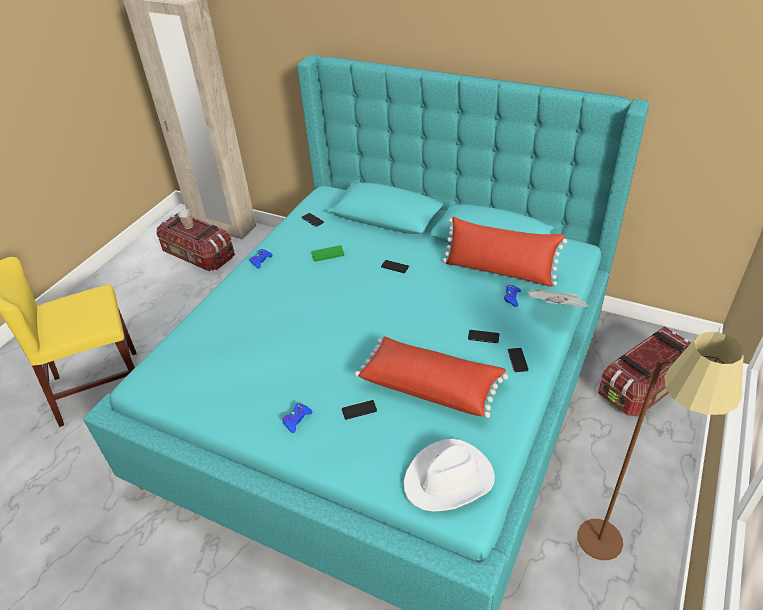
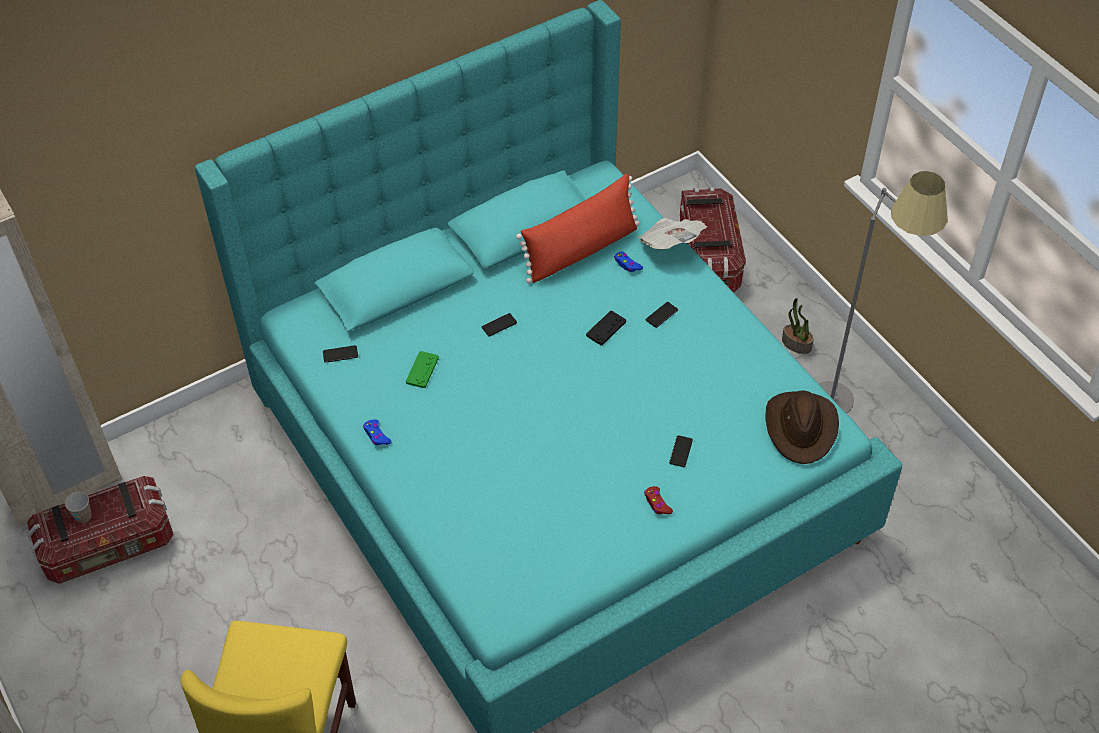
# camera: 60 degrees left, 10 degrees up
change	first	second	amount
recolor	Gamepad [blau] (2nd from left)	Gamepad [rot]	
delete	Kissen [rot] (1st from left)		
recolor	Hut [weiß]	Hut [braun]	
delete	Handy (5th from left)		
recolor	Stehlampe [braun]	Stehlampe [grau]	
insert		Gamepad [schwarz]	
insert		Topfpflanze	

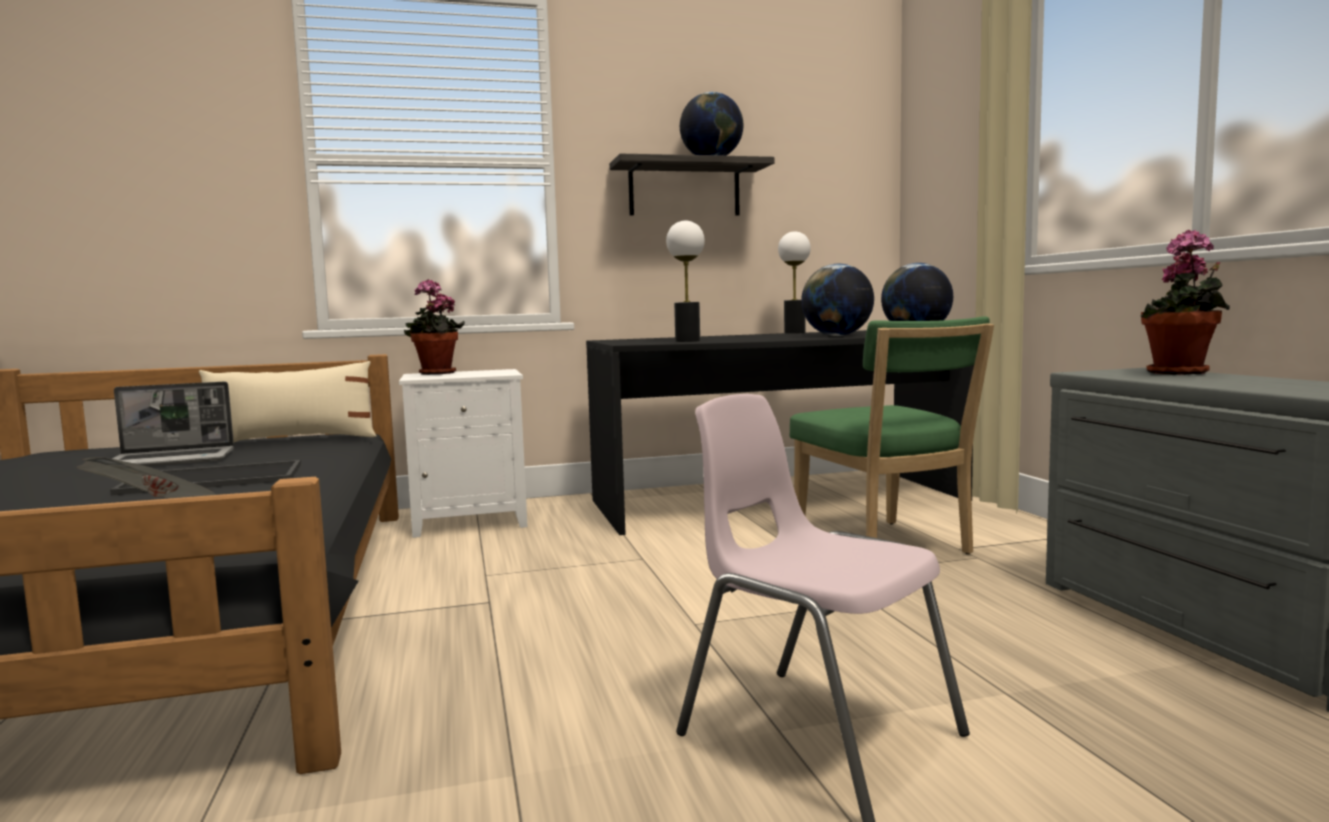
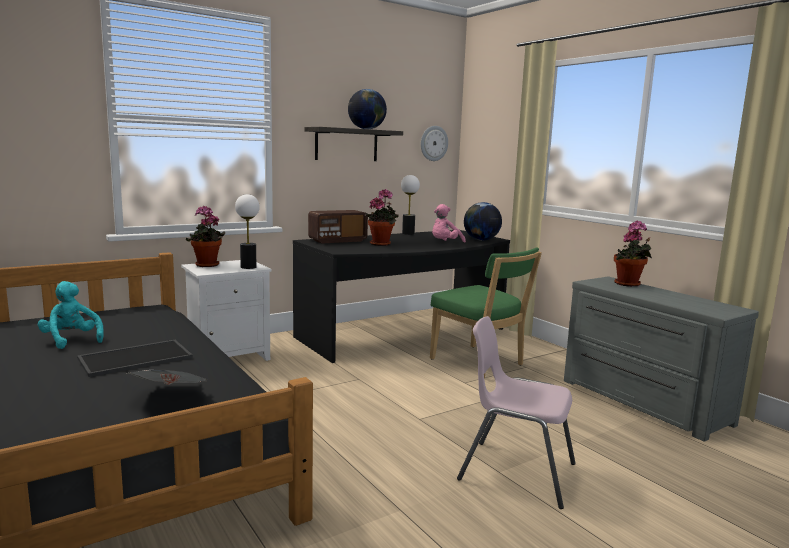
# camera: 20 degrees left, 5 degrees up
change	first	second	amount
replace	Laptop	Plüschtier [türkis]	
delete	Kissen [beige]		
move	Tischlampe (1st from left)		
replace	Globus (2nd from left)	Plüschtier [rosa]	
insert		Radio	
insert		Topfpflanze (2nd from left)	
insert		Wanduhr	

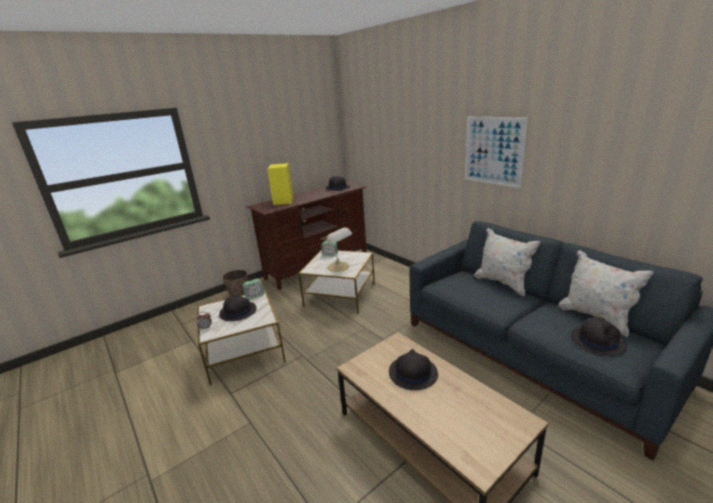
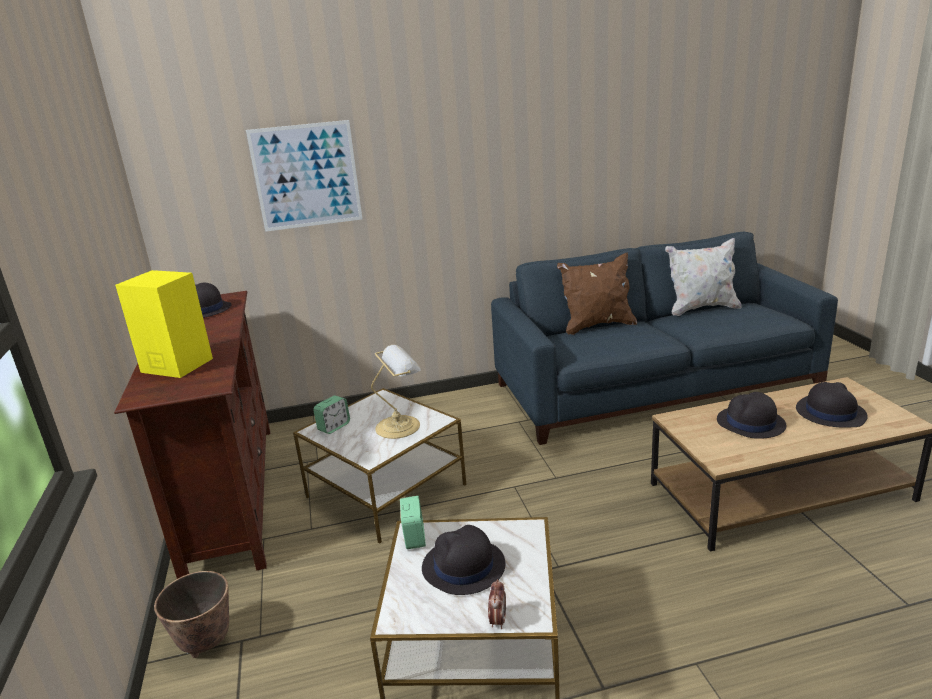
# camera: 65 degrees left, 0 degrees up
change	first	second	amount
move	Bild		
recolor	Kissen [weiß] (1st from left)	Kissen [braun]	
move	Hut [schwarz] (4th from left)		

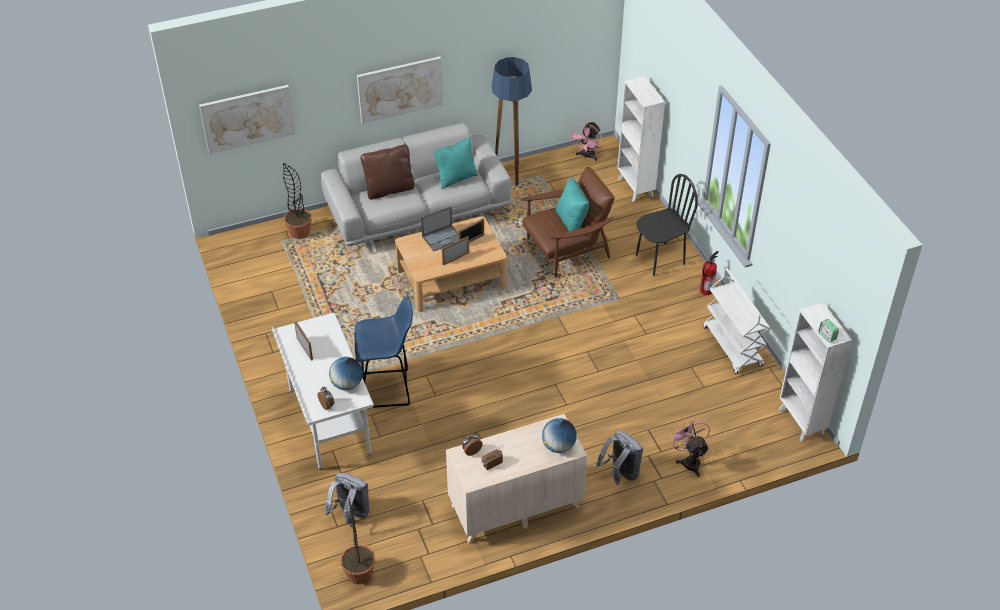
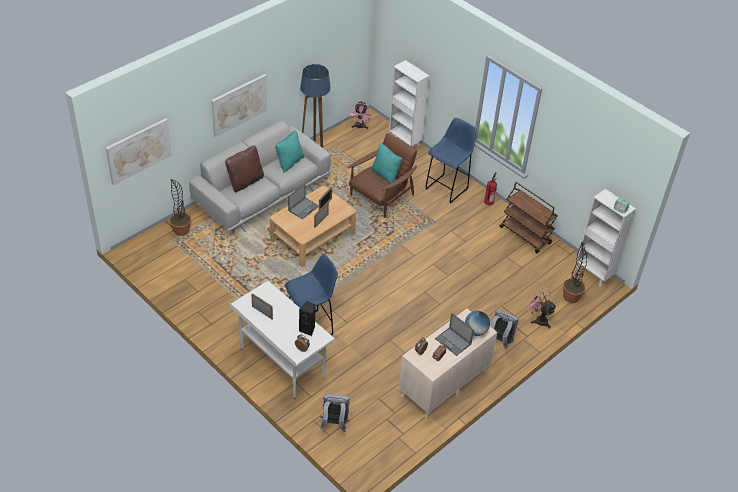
# camera: 25 degrees left, 0 degrees up
change	first	second	amount
replace	Globus (1st from left)	Lautsprecher [schwarz]	
move	Topfpflanze (2nd from left)		
replace	Stuhl [schwarz]	Hocker [blau] (2nd from left)	
recolor	Rollwagen [weiß]	Rollwagen [braun]	
insert		Laptop (2nd from left)	

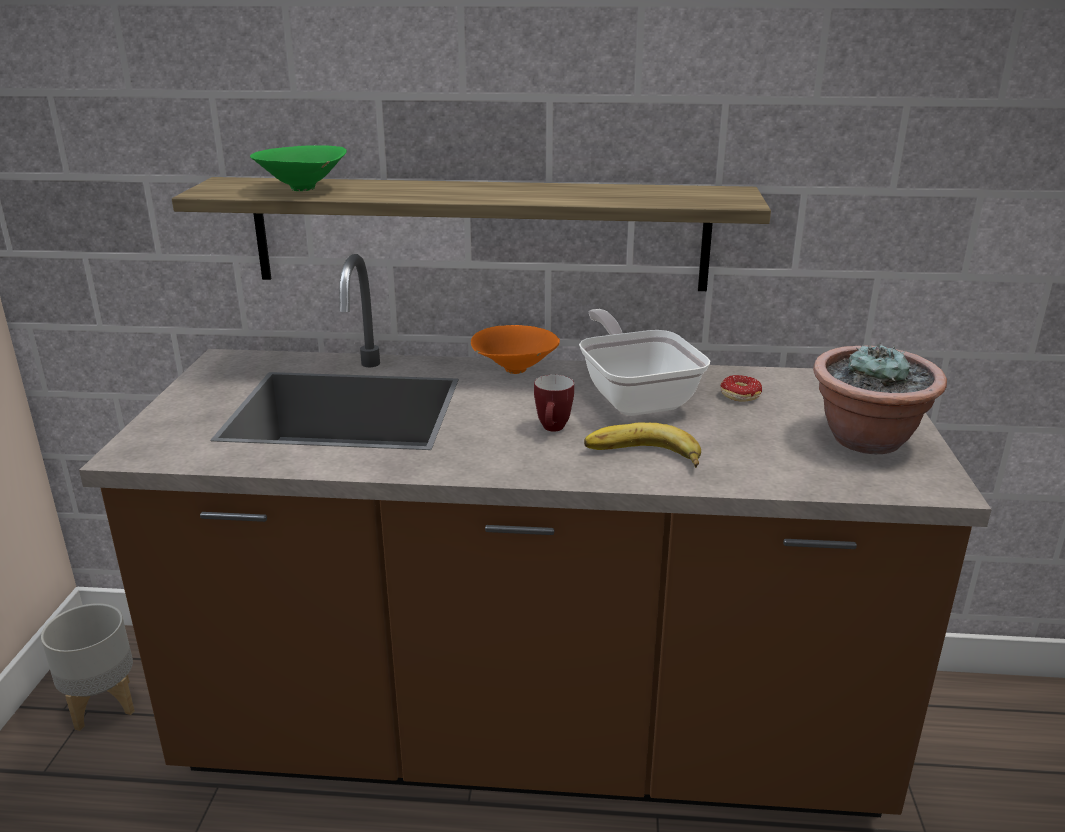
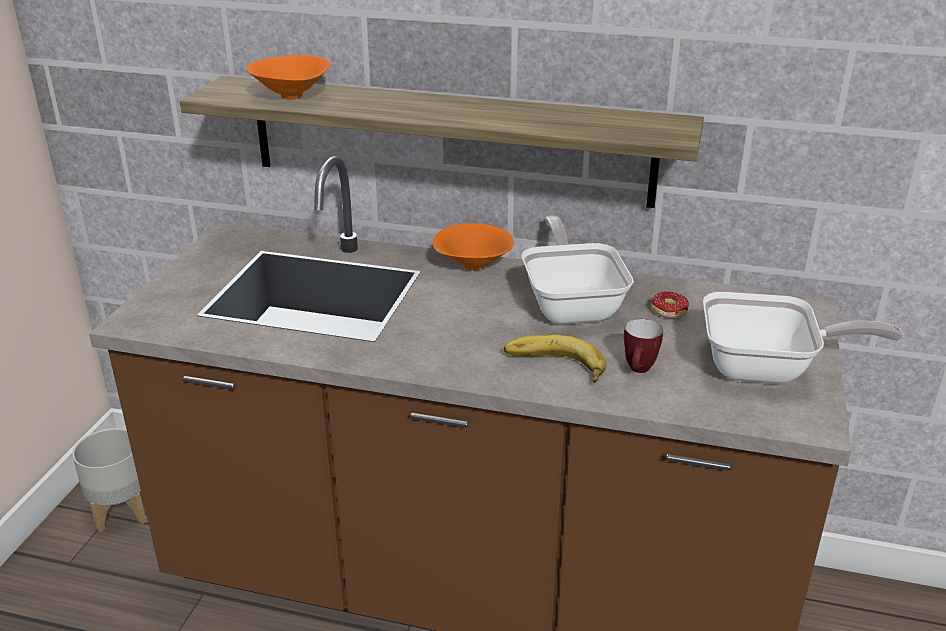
# camera: 10 degrees right, 5 degrees up
change	first	second	amount
recolor	Schüssel [grün]	Schüssel [orange] (1st from left)	
move	Henkelbecher		
replace	Topfpflanze	Pfanne (2nd from left)	

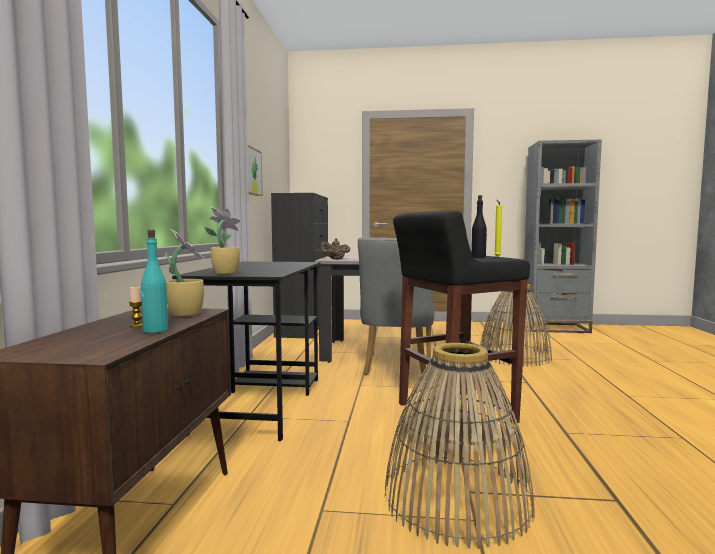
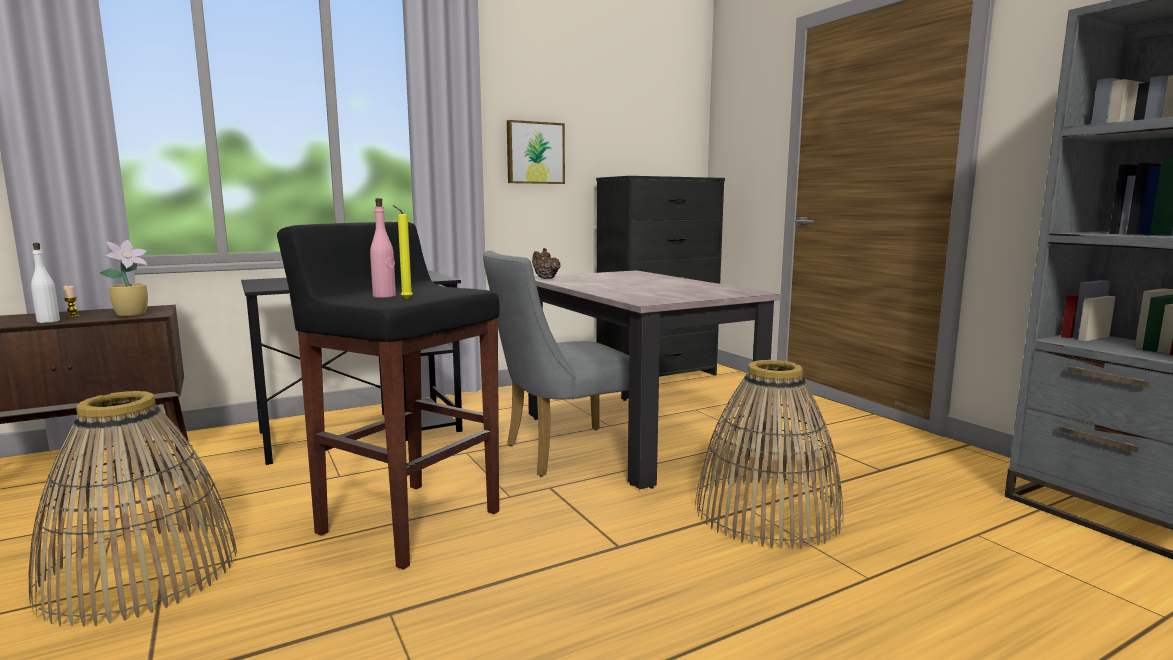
# camera: 55 degrees right, 5 degrees up
change	first	second	amount
recolor	Flasche [türkis]	Flasche [weiß]	
delete	Topfpflanze (2nd from left)		
recolor	Flasche [schwarz]	Flasche [rosa]	

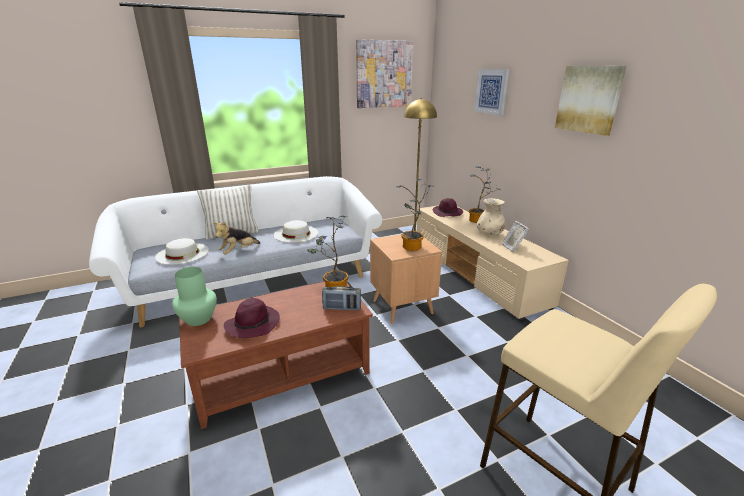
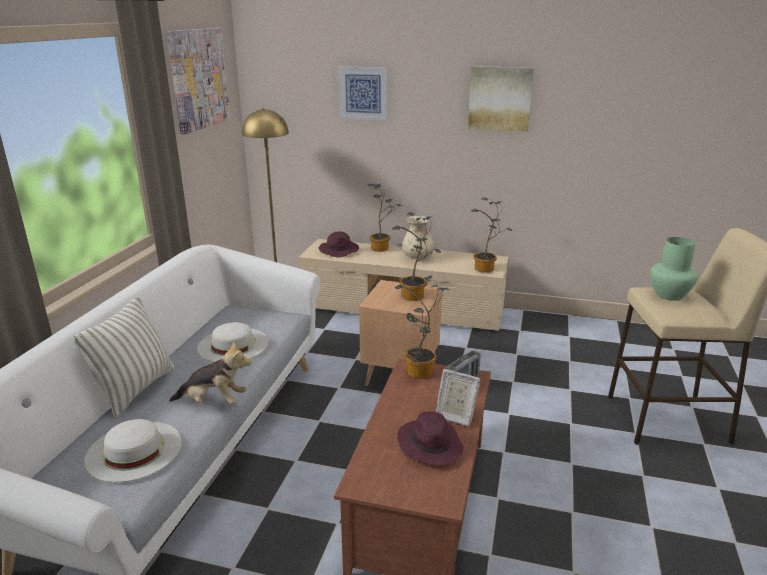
# camera: 50 degrees left, 0 degrees up
change	first	second	amount
move	Vase [grün]		
rotate	Plüschtier		75 degrees counterclockwise
move	Bilderrahmen		
insert		Topfpflanze (4th from left)	

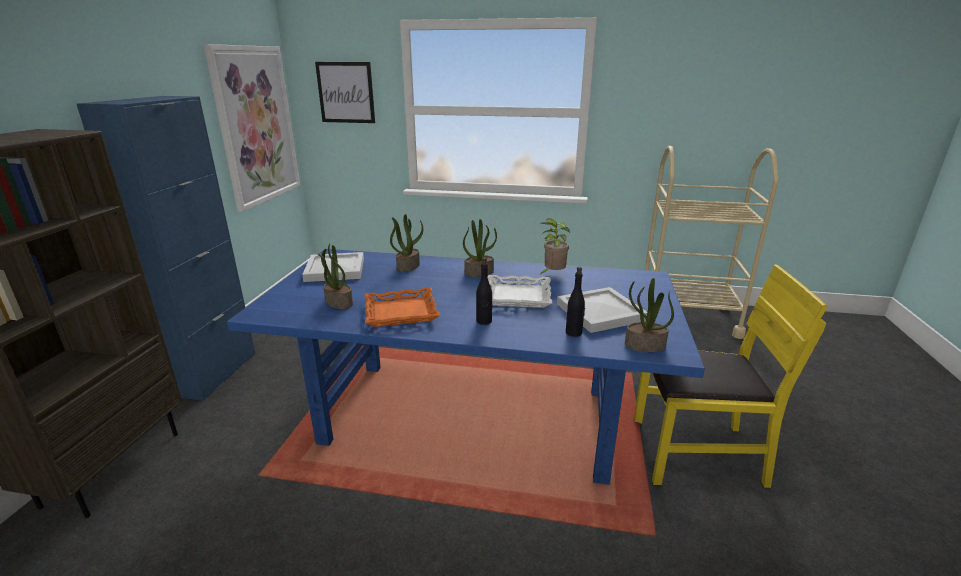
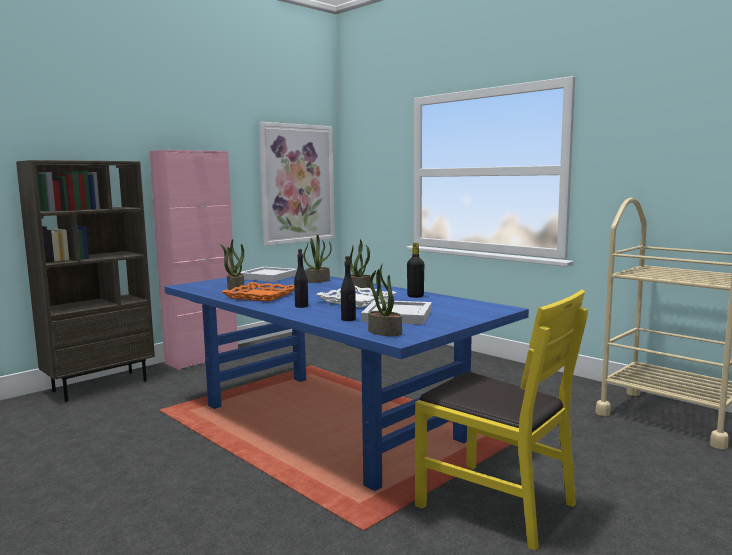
# camera: 35 degrees right, 15 degrees down
change	first	second	amount
recolor	Schrank [blau]	Schrank [rosa]	
delete	Bild (2nd from left)		
replace	Topfpflanze (4th from left)	Flasche [schwarz] (3rd from left)	

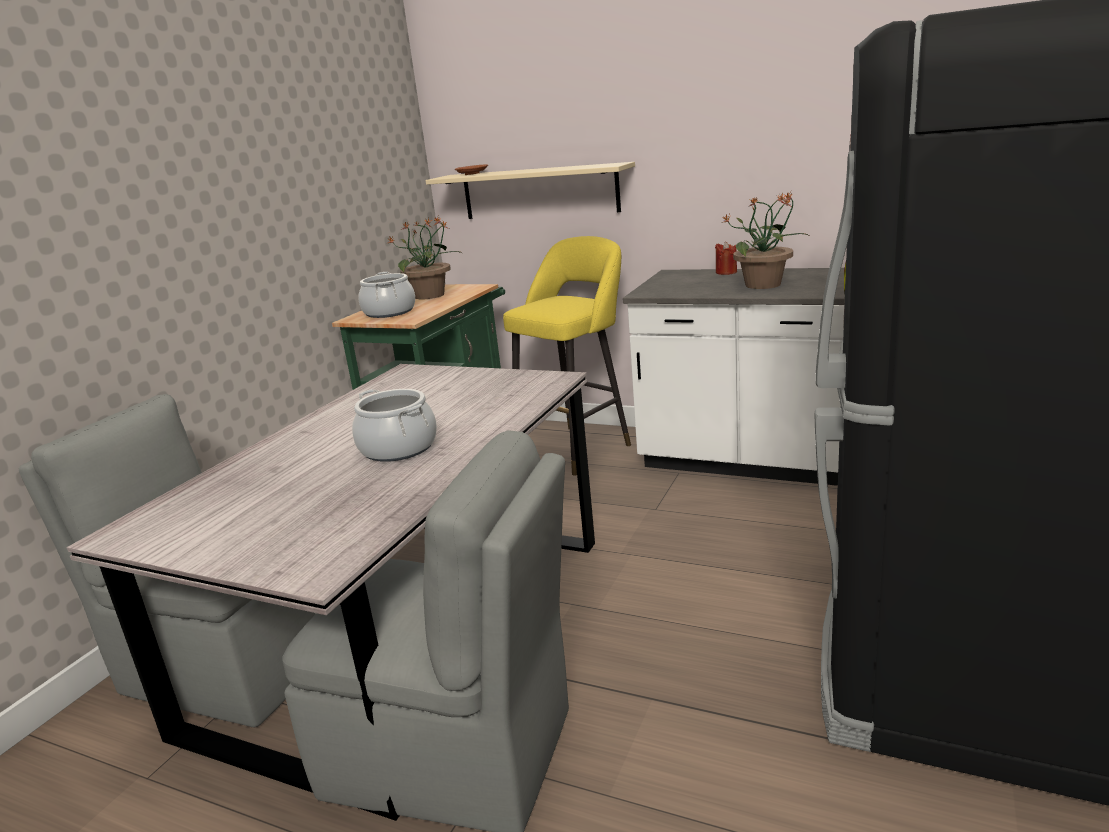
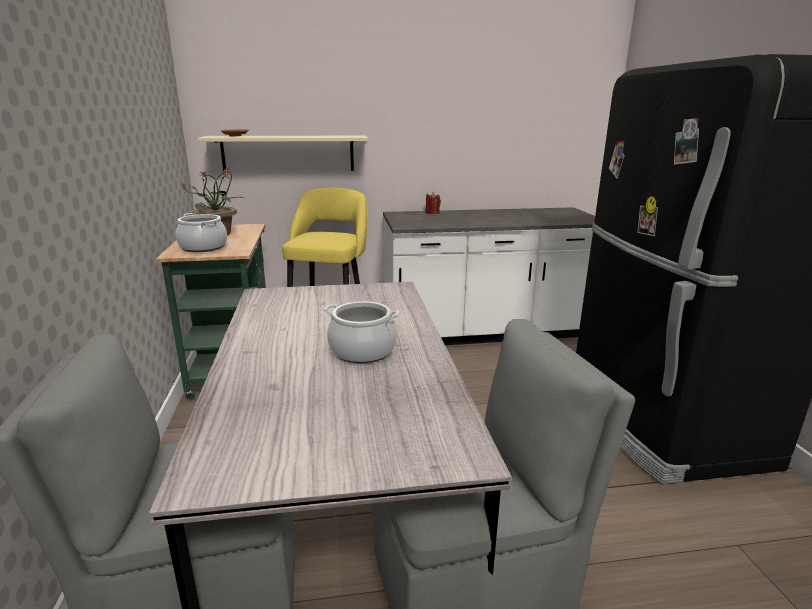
# camera: 35 degrees left, 0 degrees up
change	first	second	amount
delete	Topfpflanze (2nd from left)		

